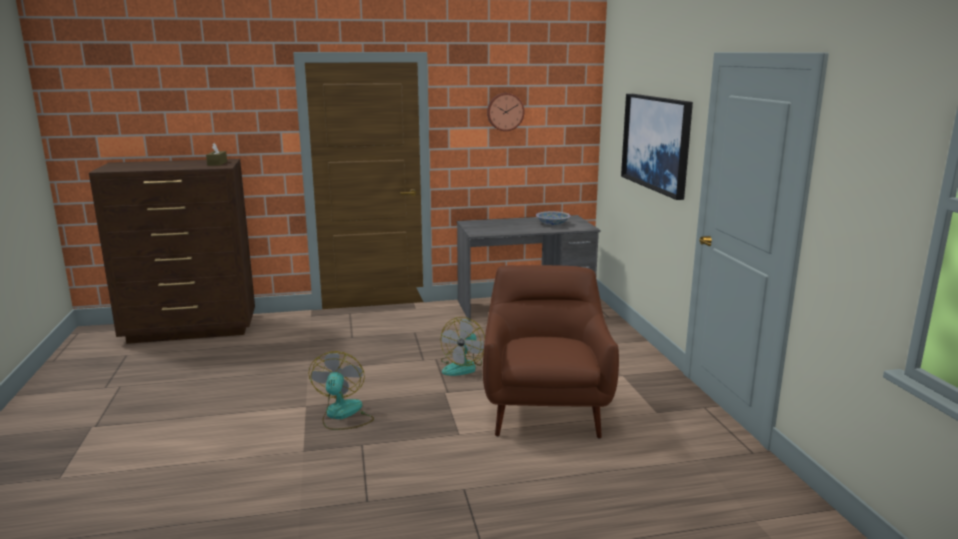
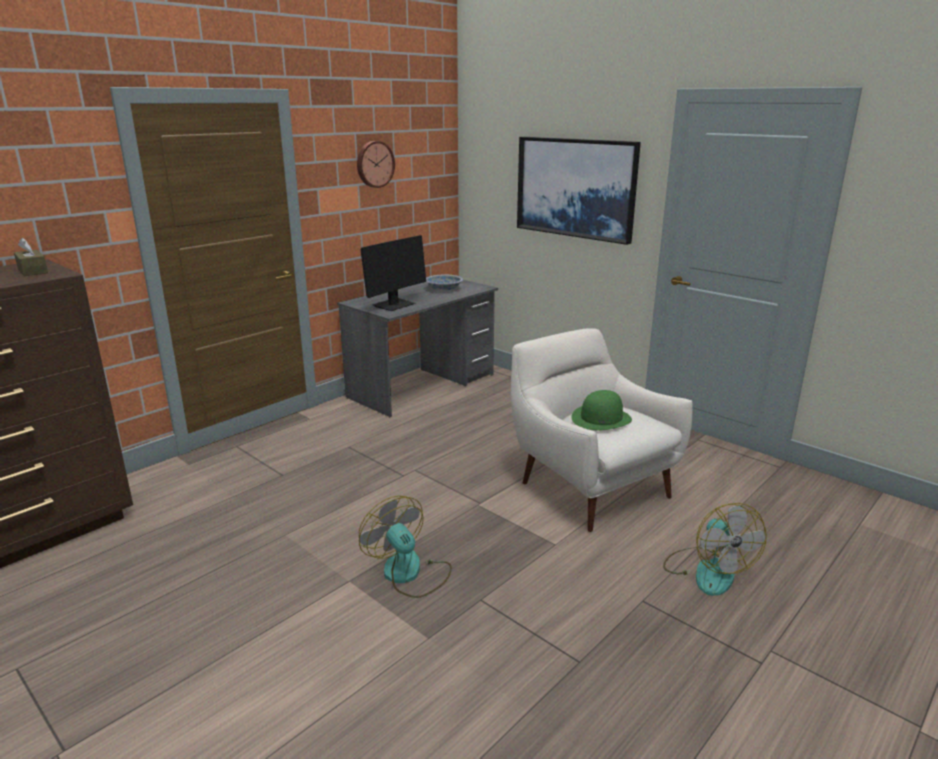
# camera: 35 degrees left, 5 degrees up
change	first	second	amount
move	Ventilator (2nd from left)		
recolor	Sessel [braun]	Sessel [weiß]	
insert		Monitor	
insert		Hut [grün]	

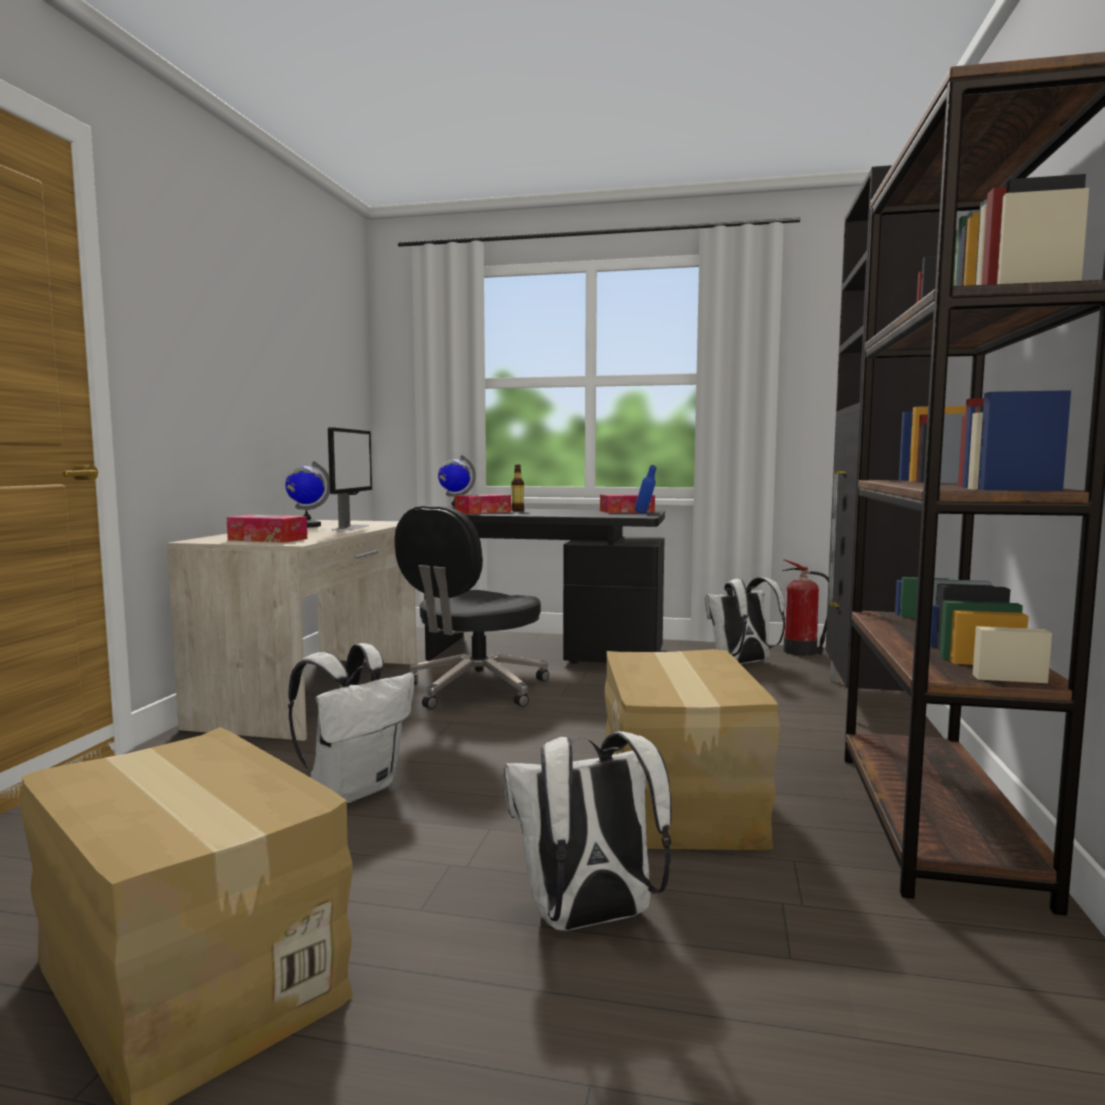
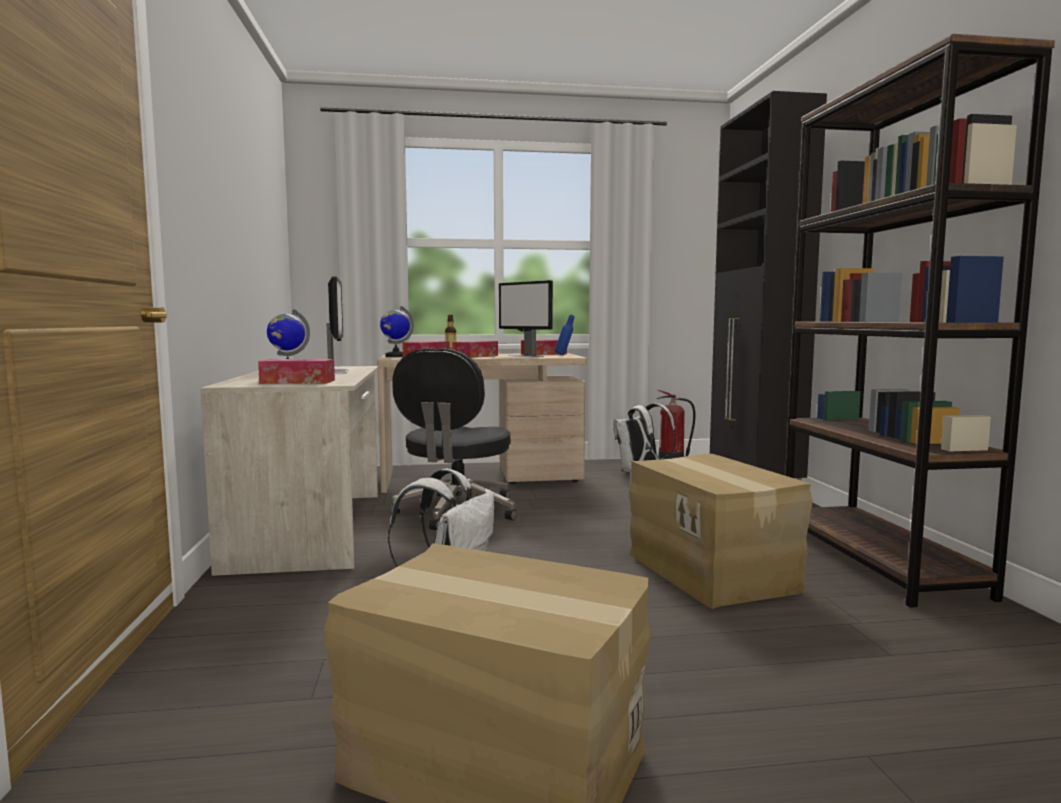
# camera: 20 degrees left, 0 degrees up
change	first	second	amount
recolor	Schreibtisch [schwarz]	Schreibtisch [beige] (2nd from left)	
delete	Rucksack [weiß] (2nd from left)		
insert		Taschentuchbox (3rd from left)	
insert		Monitor (2nd from left)	

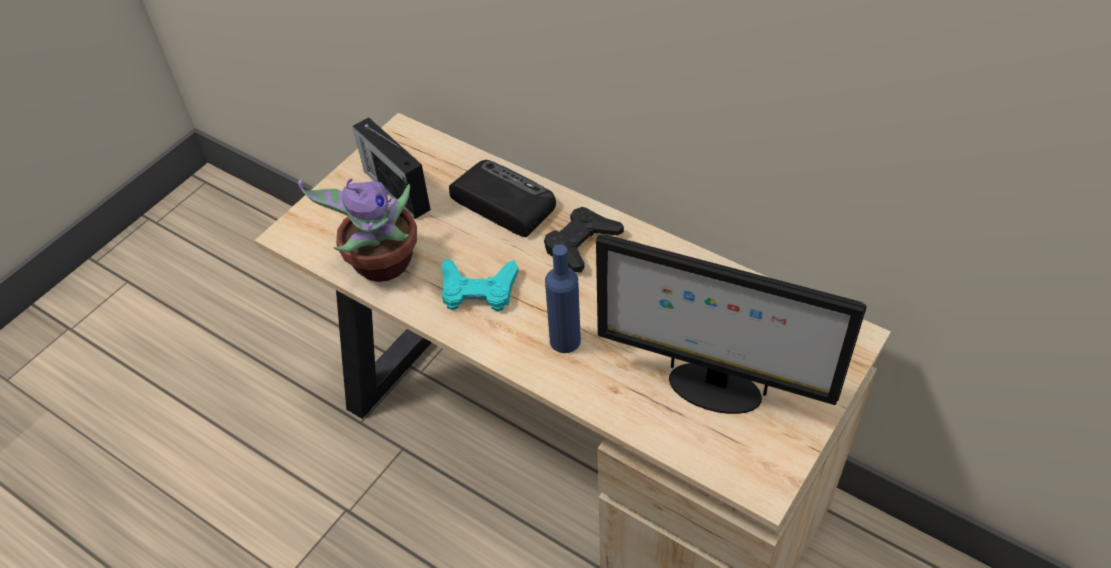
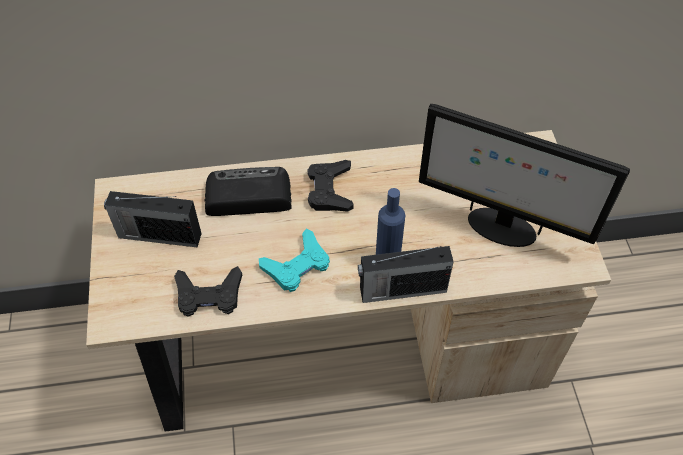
# camera: 45 degrees left, 5 degrees up
change	first	second	amount
replace	Topfpflanze	Gamepad [schwarz] (1st from left)	
rotate	Monitor		45 degrees clockwise
insert		Radio (3rd from left)	

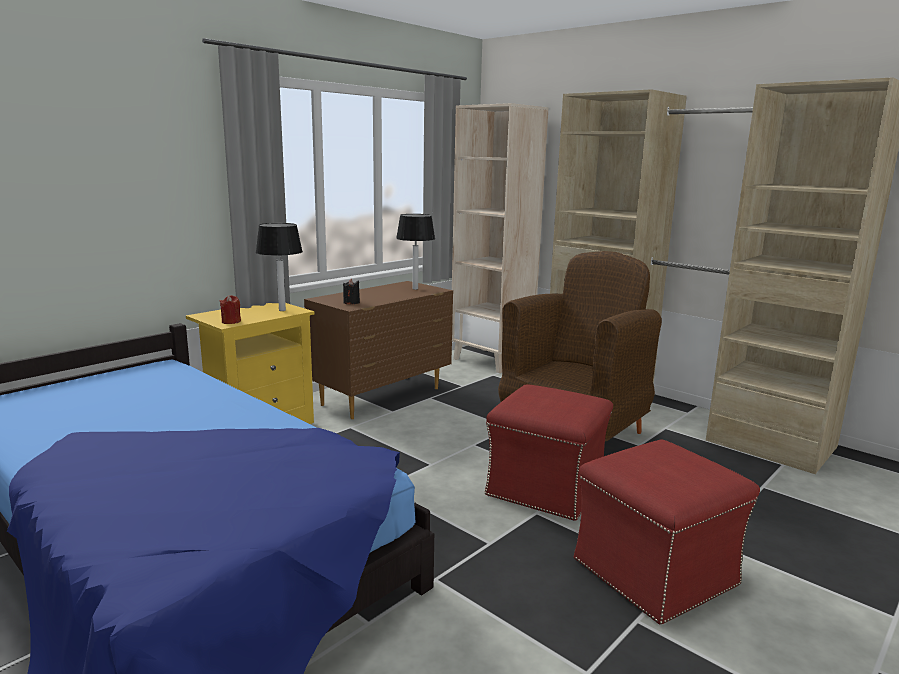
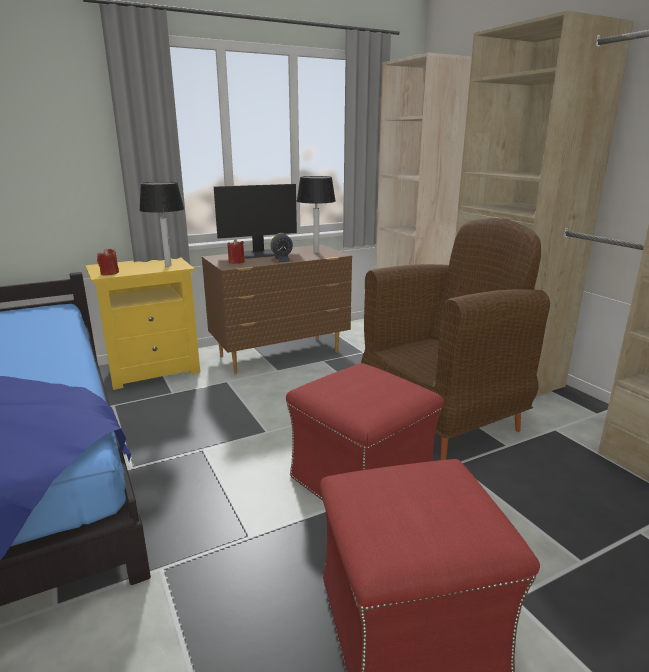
# camera: 20 degrees right, 5 degrees up
change	first	second	amount
recolor	Kerze [schwarz]	Kerze [rot] (2nd from left)	
insert		Monitor	
insert		Wecker	

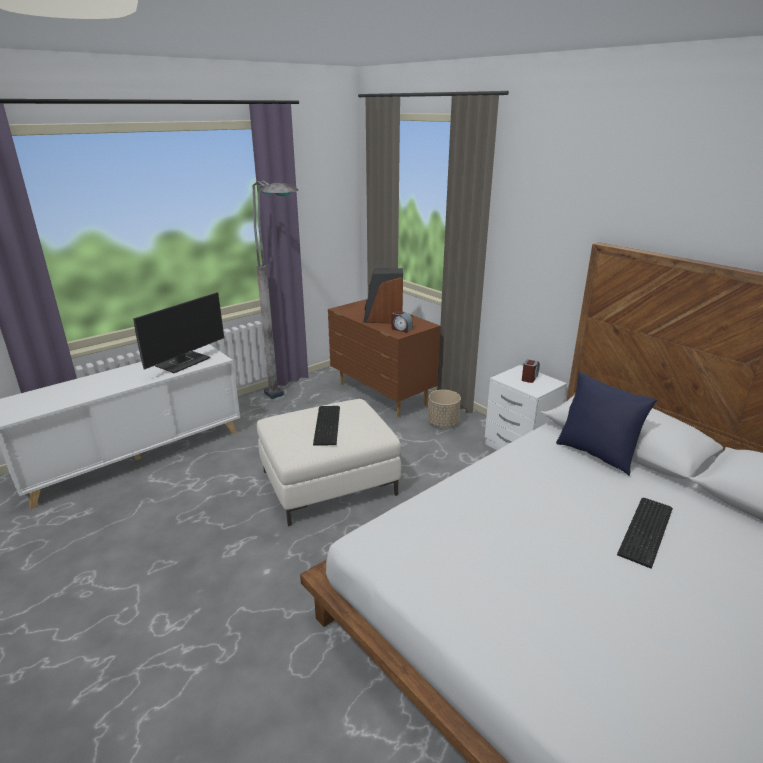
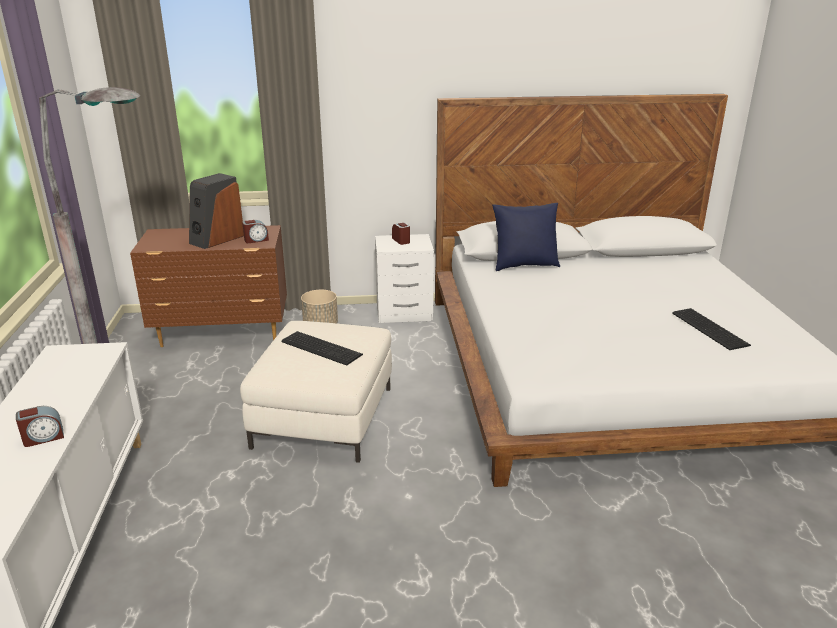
# camera: 55 degrees left, 0 degrees up
change	first	second	amount
delete	Monitor		
move	Tastatur (2nd from left)		
insert		Wecker (1st from left)	

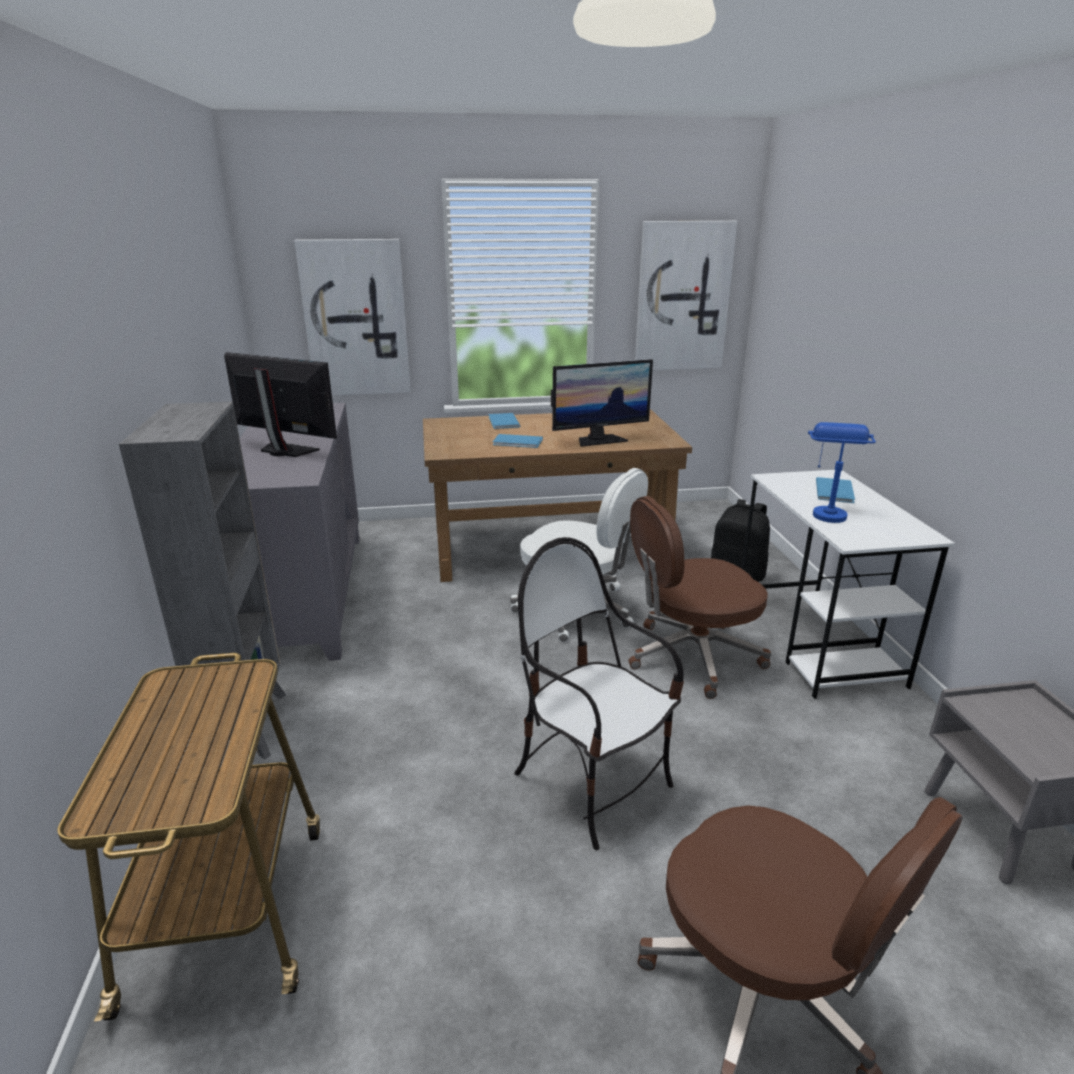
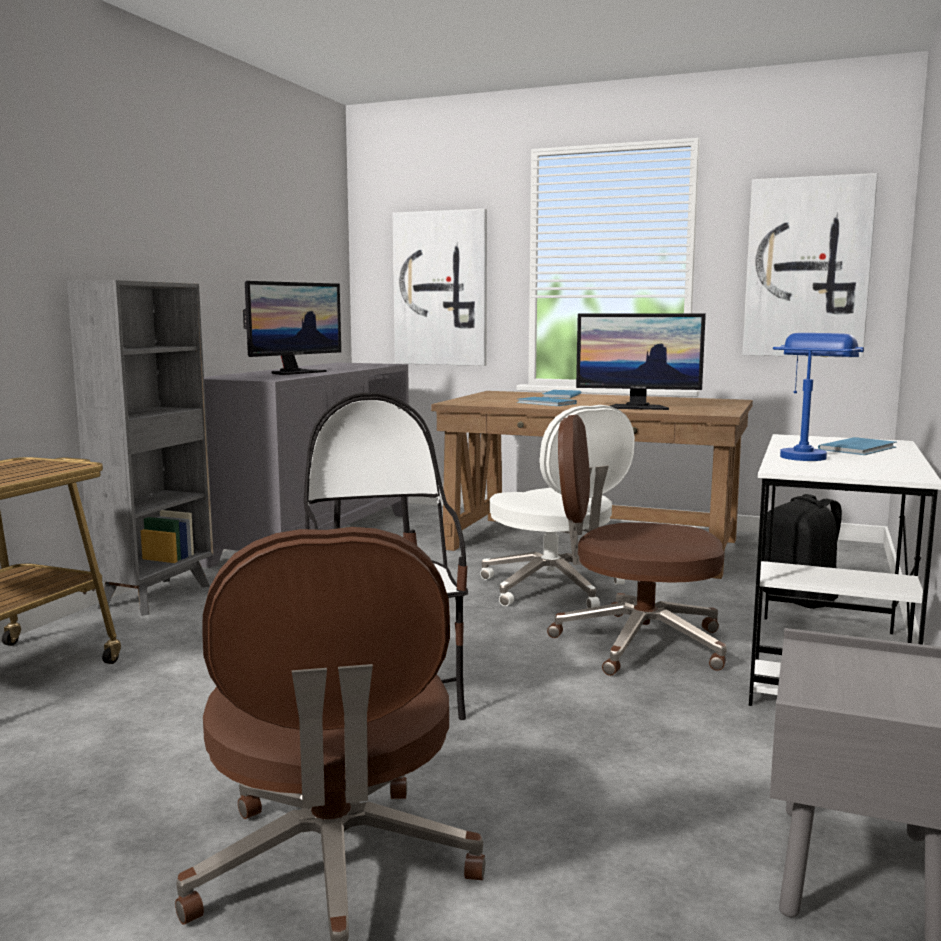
# camera: 30 degrees right, 15 degrees down
change	first	second	amount
rotate	Monitor (1st from left)		75 degrees clockwise

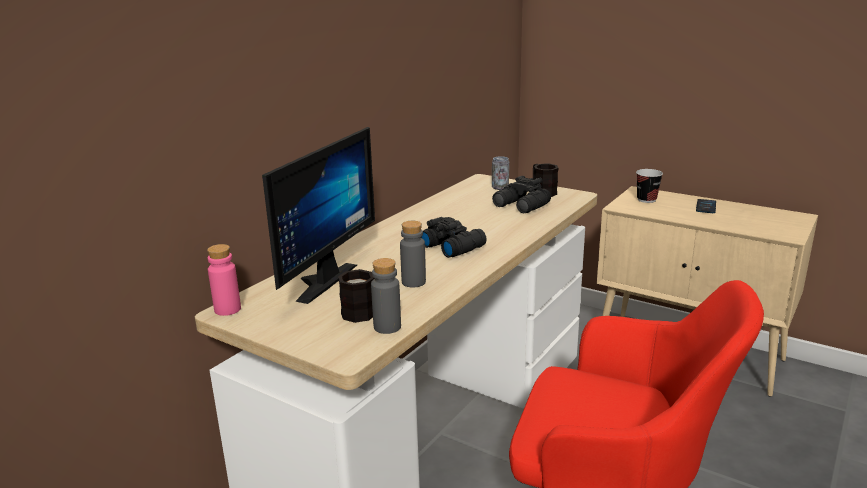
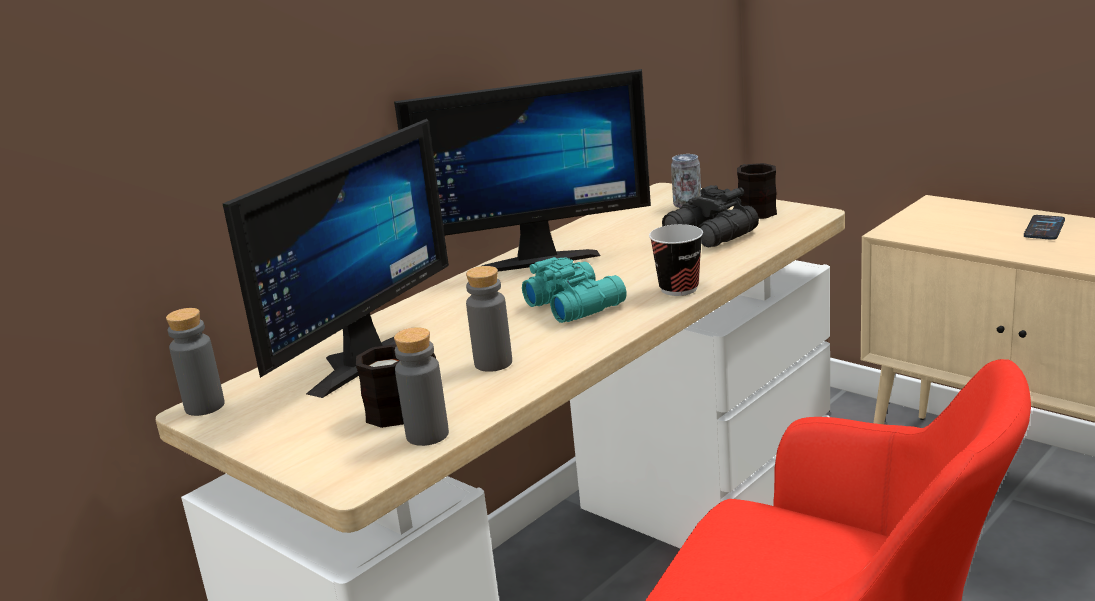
# camera: 10 degrees right, 0 degrees up
change	first	second	amount
recolor	Flasche [rosa]	Flasche [grau] (1st from left)	
recolor	Fernglas [schwarz] (1st from left)	Fernglas [türkis]	
move	Tasse		
insert		Monitor (2nd from left)	

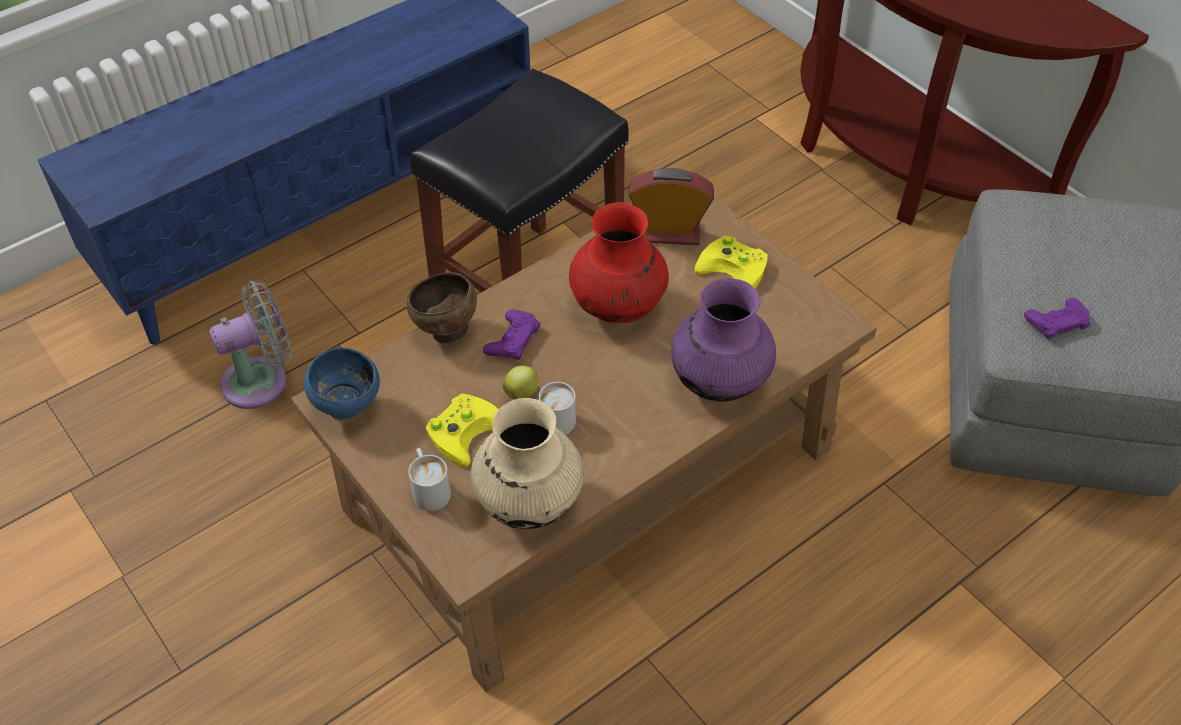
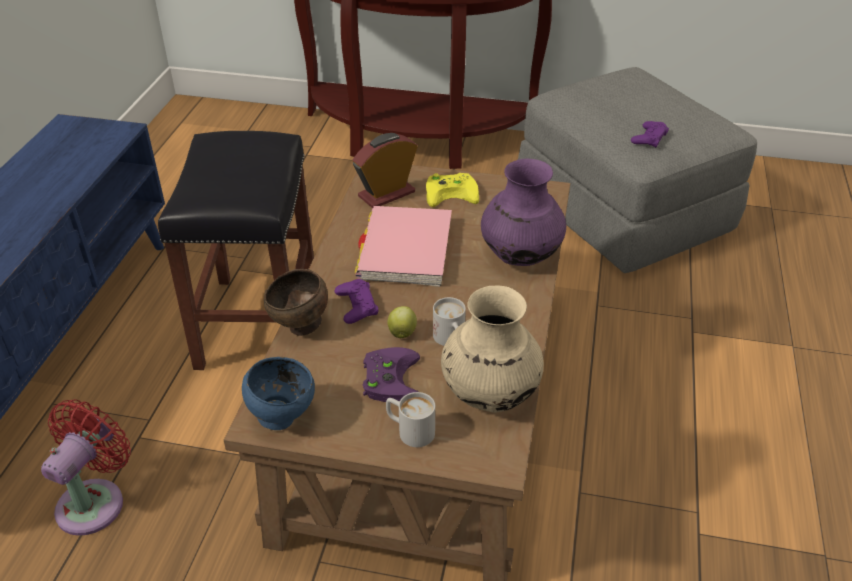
# camera: 40 degrees left, 10 degrees down
change	first	second	amount
recolor	Ventilator [grau]	Ventilator [rot]	
recolor	Gamepad [gelb] (1st from left)	Gamepad [lila] (2nd from left)	
replace	Vase [rot]	Buch [rosa]	

